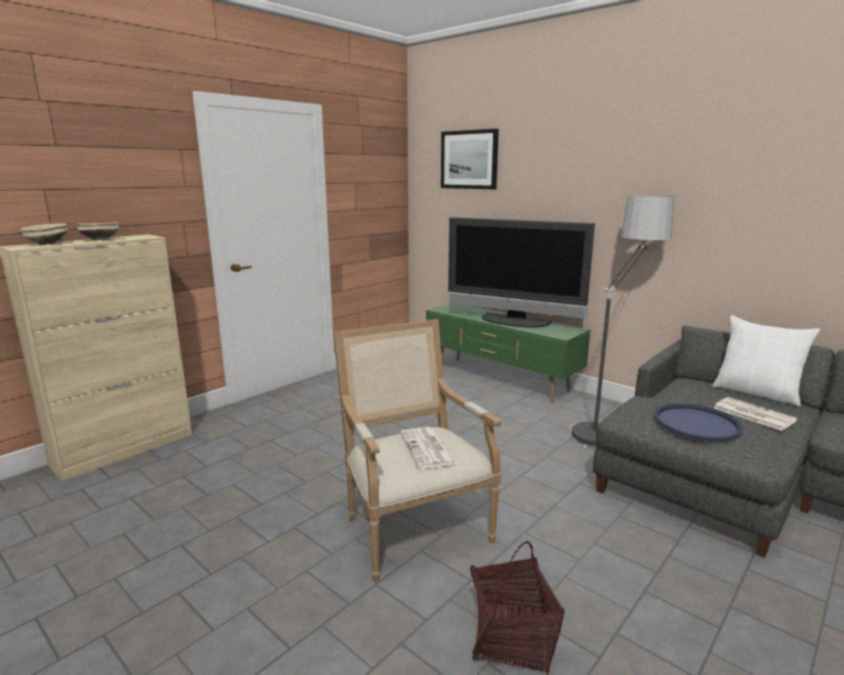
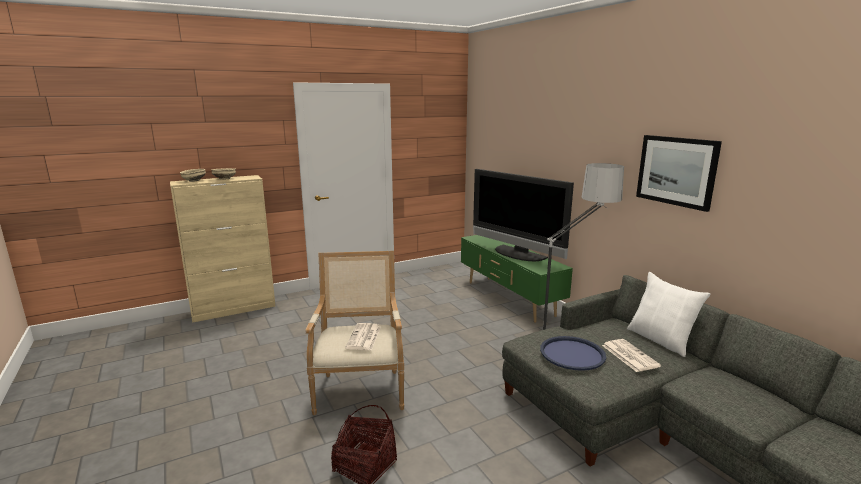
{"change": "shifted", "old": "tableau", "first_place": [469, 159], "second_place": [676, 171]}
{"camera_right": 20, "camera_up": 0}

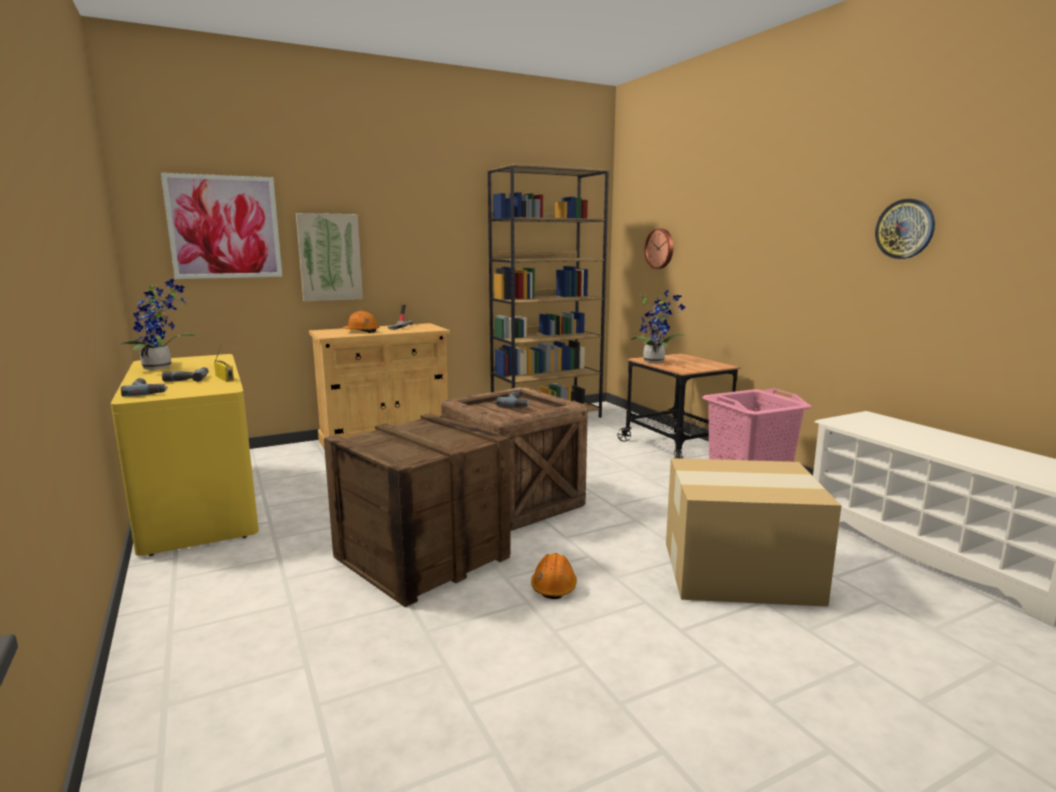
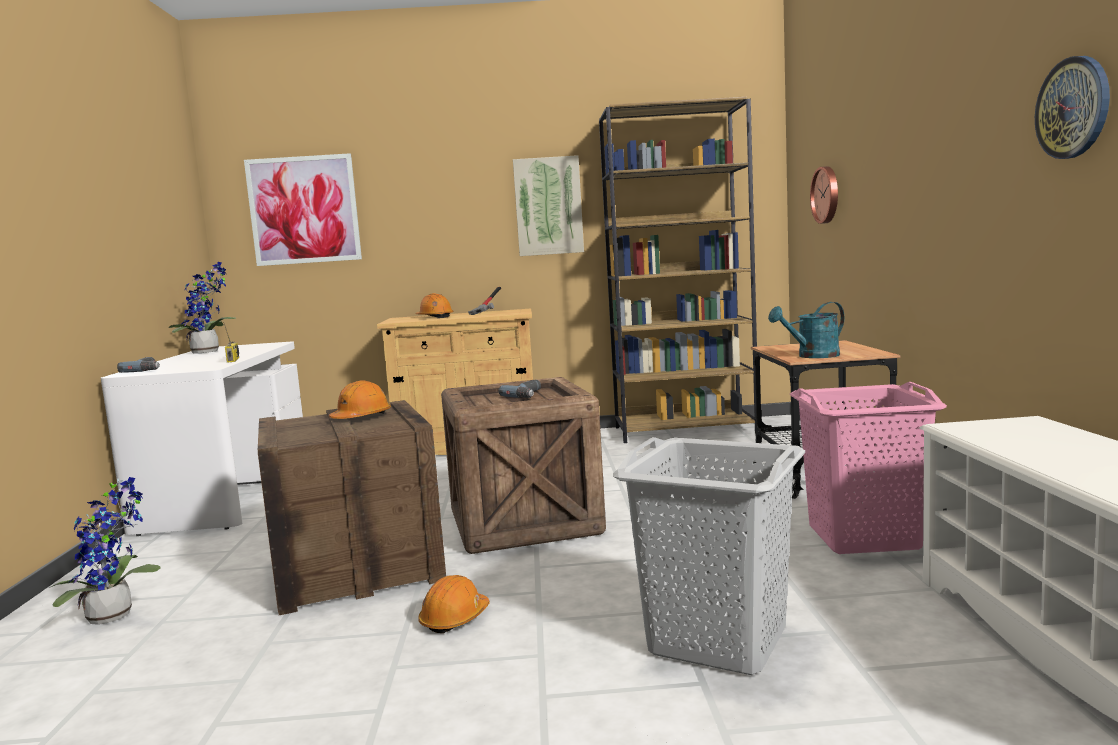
{"change": "shifted", "old": "plante en pot", "first_place": [655, 361], "second_place": [116, 615]}
{"change": "repainted", "old": "bureau (jaune)", "new": "bureau (blanc)", "first_place": [198, 503], "second_place": [228, 494]}
{"change": "new", "new": "casque de chantier (orange)", "second_place": [361, 417]}
{"change": "shifted", "old": "tableau", "first_place": [329, 257], "second_place": [548, 206]}
{"change": "swapped", "old": "carton", "new": "panier à linge (gris)", "first_place": [741, 572], "second_place": [718, 641]}
{"change": "new", "new": "arrosoir (turquoise)", "second_place": [812, 356]}
{"change": "gone", "old": "perceuse", "first_place": [186, 379]}
{"camera_right": 25, "camera_up": -5}

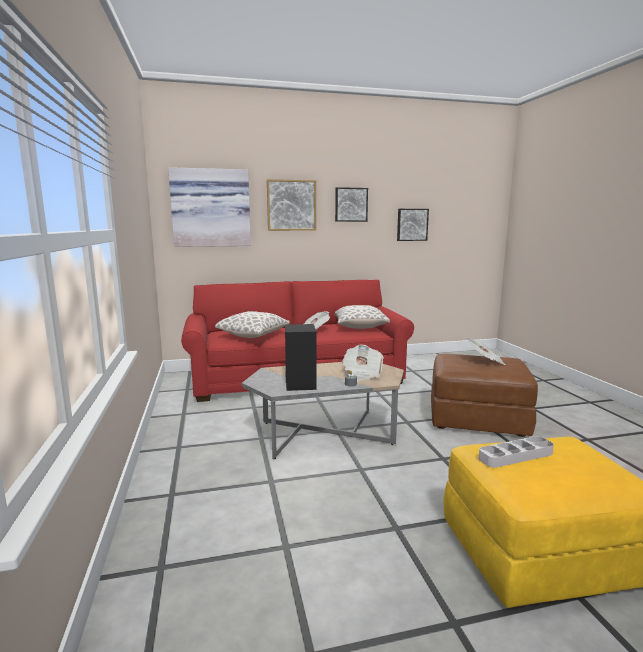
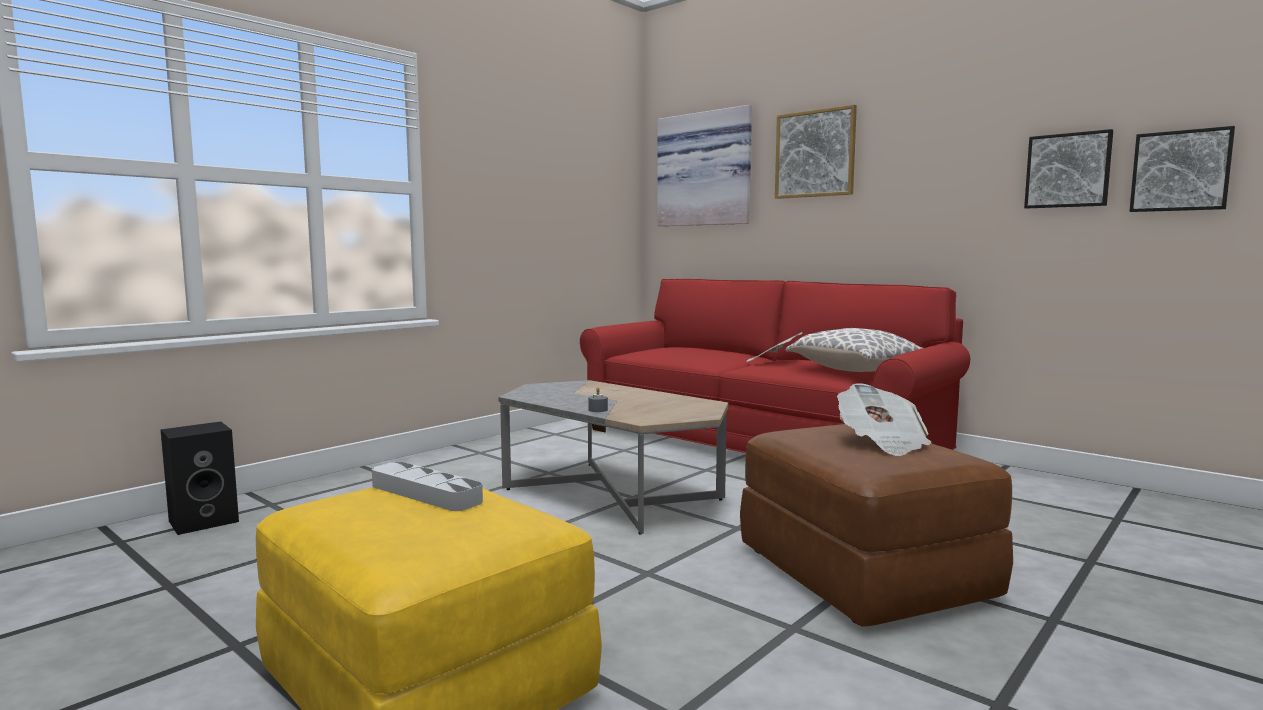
{"change": "shifted", "old": "enceinte (noir)", "first_place": [299, 384], "second_place": [205, 520]}
{"change": "shifted", "old": "tableau", "first_place": [351, 204], "second_place": [1180, 171]}
{"change": "gone", "old": "coussin", "first_place": [253, 335]}
{"change": "gone", "old": "journal", "first_place": [362, 374]}
{"camera_right": 55, "camera_up": -5}

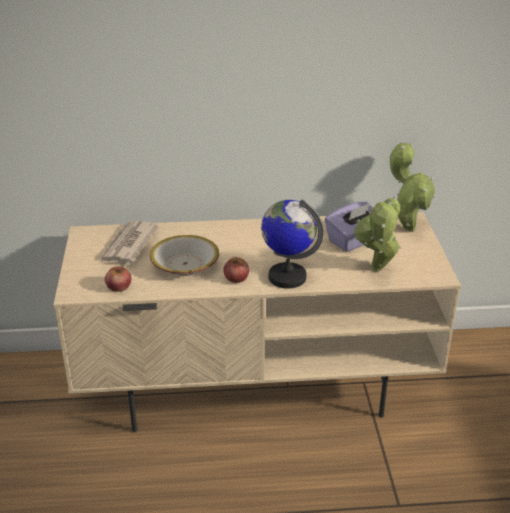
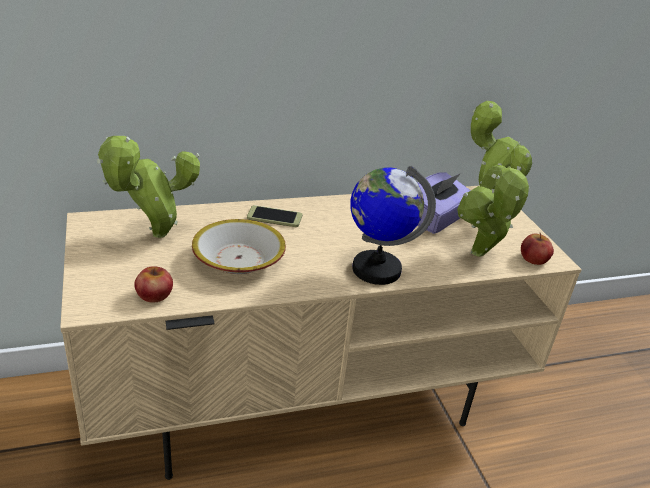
{"change": "swapped", "old": "journal", "new": "plante en pot", "first_place": [128, 245], "second_place": [154, 236]}
{"change": "new", "new": "téléphone", "second_place": [274, 217]}
{"change": "shifted", "old": "pomme", "first_place": [236, 278], "second_place": [533, 258]}
{"camera_right": -15, "camera_up": 0}

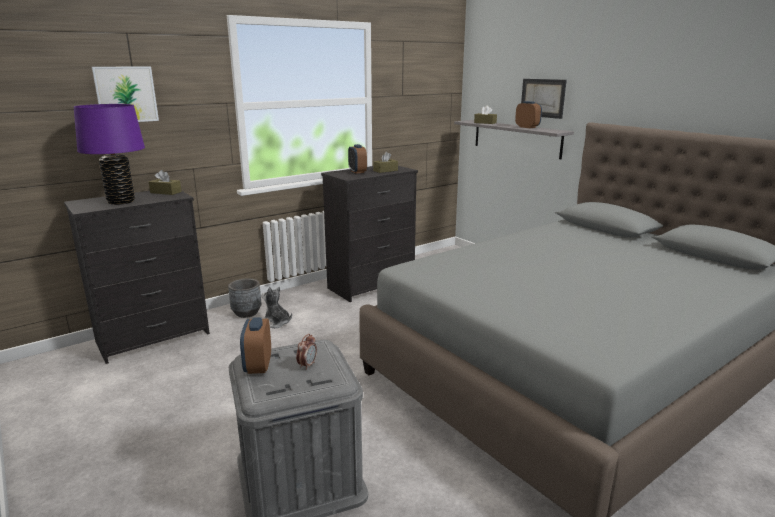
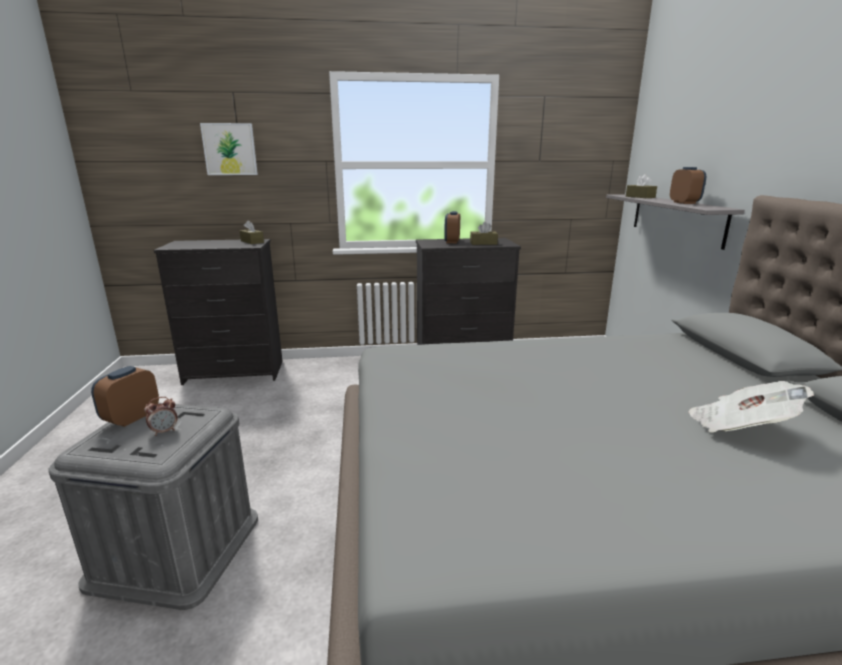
{"change": "new", "new": "journal", "second_place": [739, 427]}
{"change": "gone", "old": "lampe de table (violet)", "first_place": [121, 202]}
{"change": "gone", "old": "cache-pot (gris)", "first_place": [246, 313]}
{"change": "gone", "old": "peluche", "first_place": [276, 323]}
{"change": "gone", "old": "tableau", "first_place": [542, 98]}
{"camera_right": 30, "camera_up": 0}

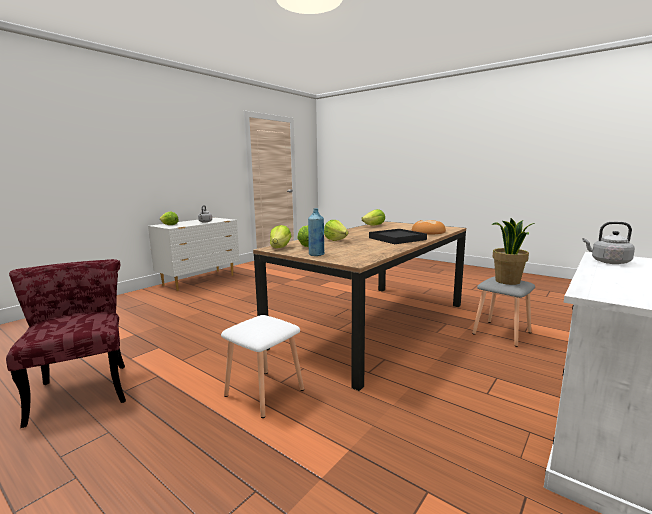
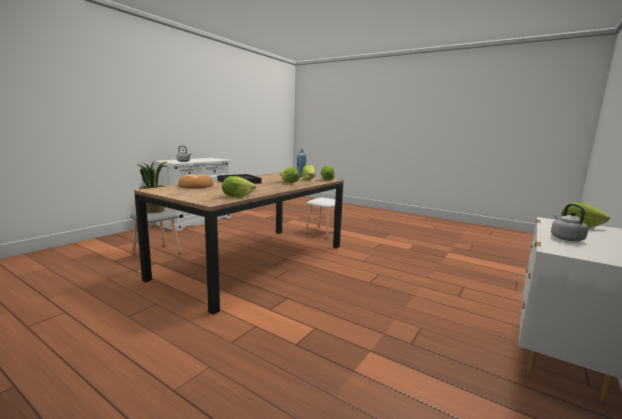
{"change": "gone", "old": "chaise (rouge)", "first_place": [82, 387]}
{"camera_right": 175, "camera_up": 0}

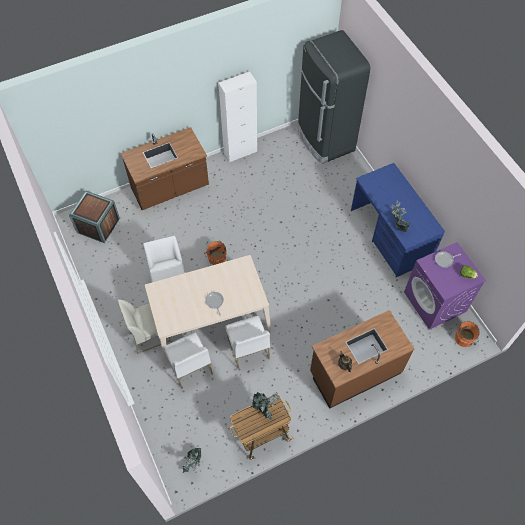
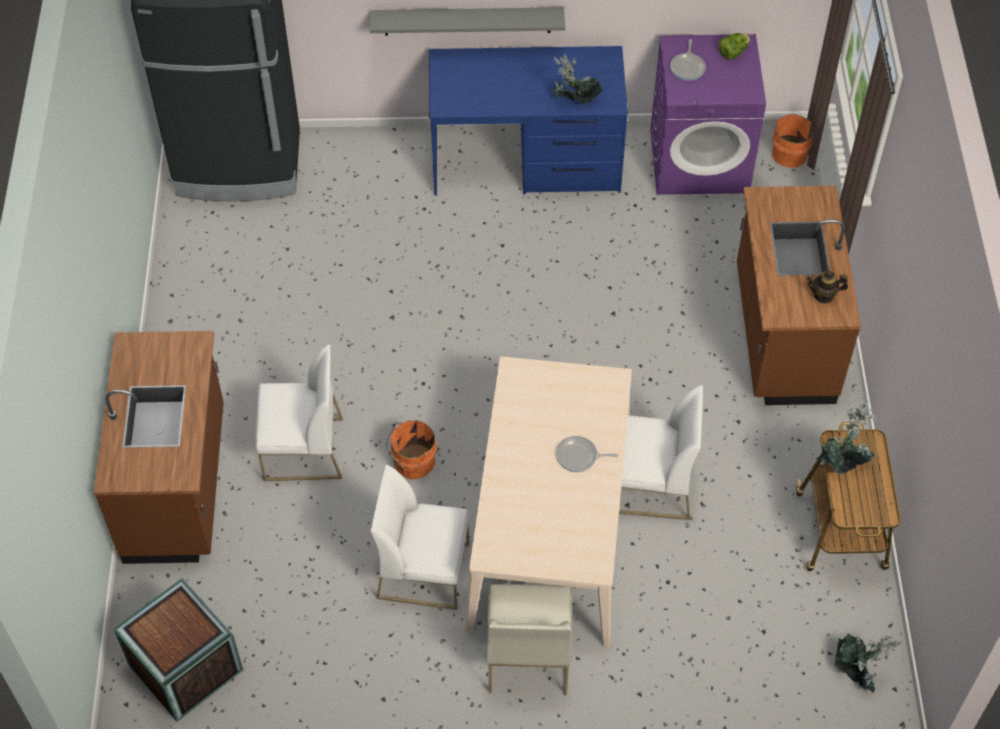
{"change": "shifted", "old": "chaise (blanc)", "first_place": [189, 366], "second_place": [302, 450]}
{"change": "new", "new": "étagère (gris)", "second_place": [467, 21]}
{"change": "gone", "old": "meuble de rangement (blanc)", "first_place": [240, 152]}
{"camera_right": -65, "camera_up": -5}

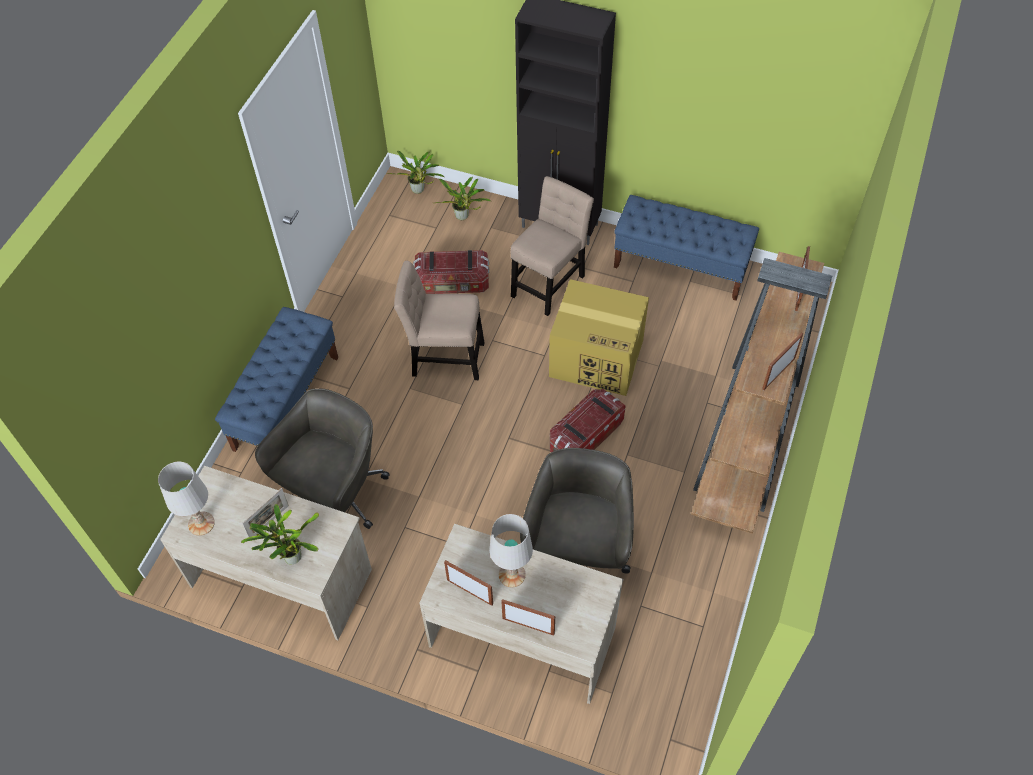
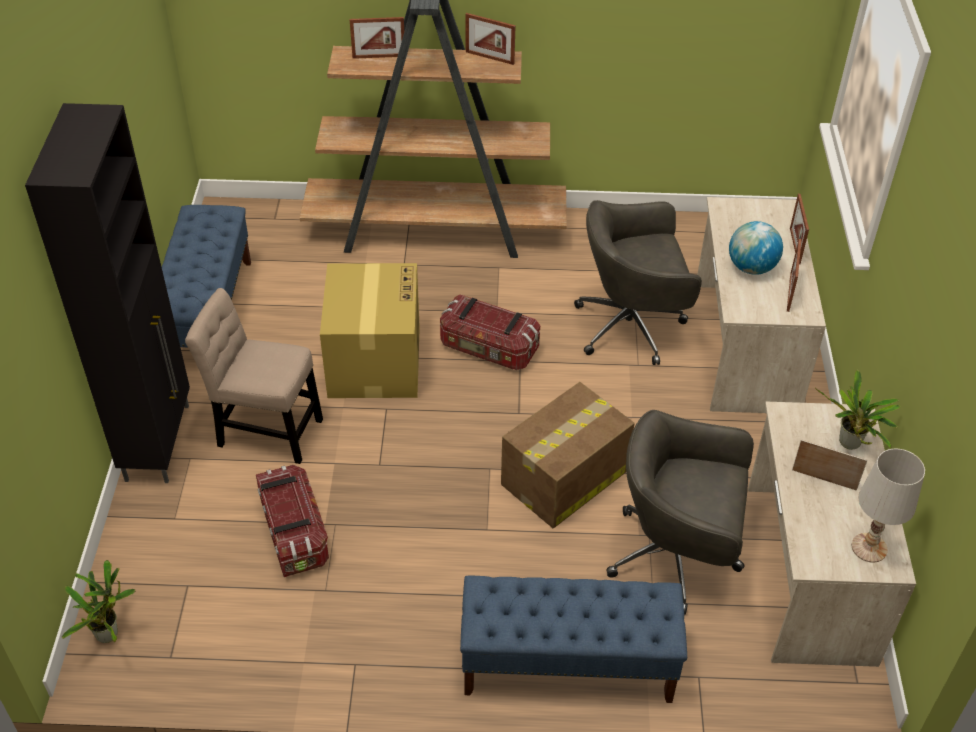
{"change": "new", "new": "carton", "second_place": [563, 479]}
{"change": "swapped", "old": "lampe de table (blanc)", "new": "globe", "first_place": [512, 574], "second_place": [751, 267]}
{"change": "gone", "old": "chaise (beige)", "first_place": [444, 358]}
{"change": "gone", "old": "plante en pot", "first_place": [463, 217]}
{"camera_right": -110, "camera_up": -10}

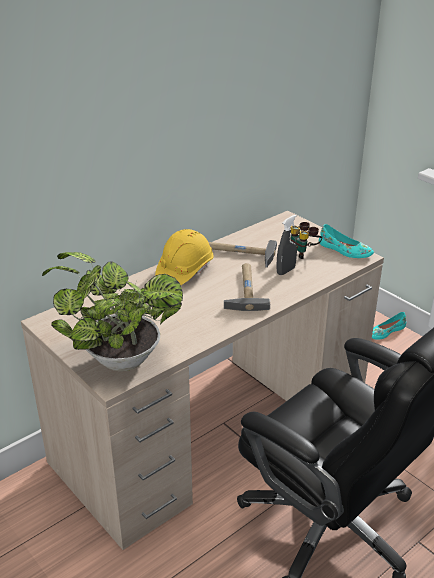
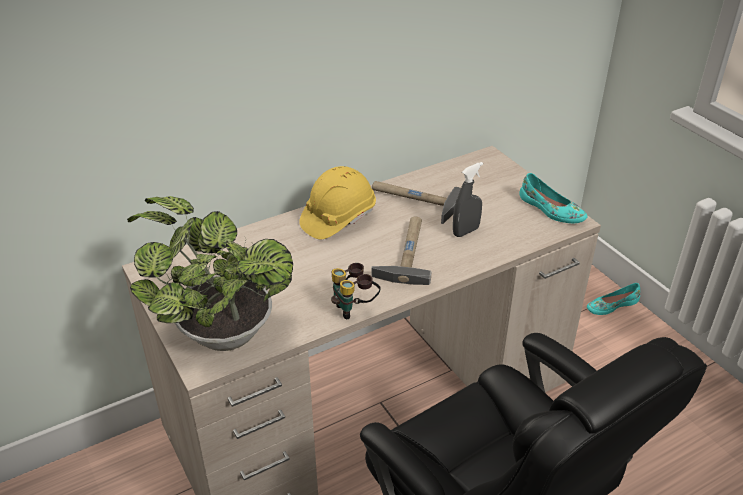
{"change": "shifted", "old": "jumelles", "first_place": [304, 253], "second_place": [355, 308]}
{"camera_right": 10, "camera_up": 5}

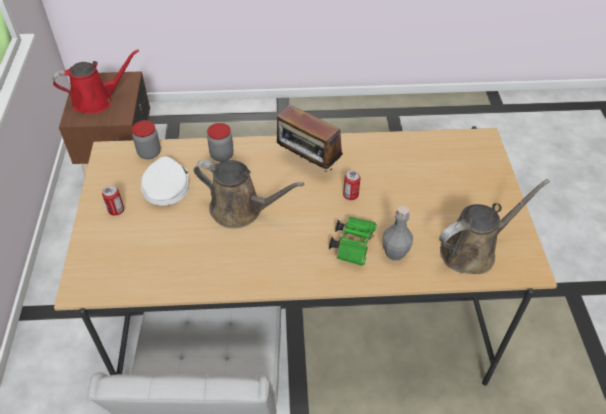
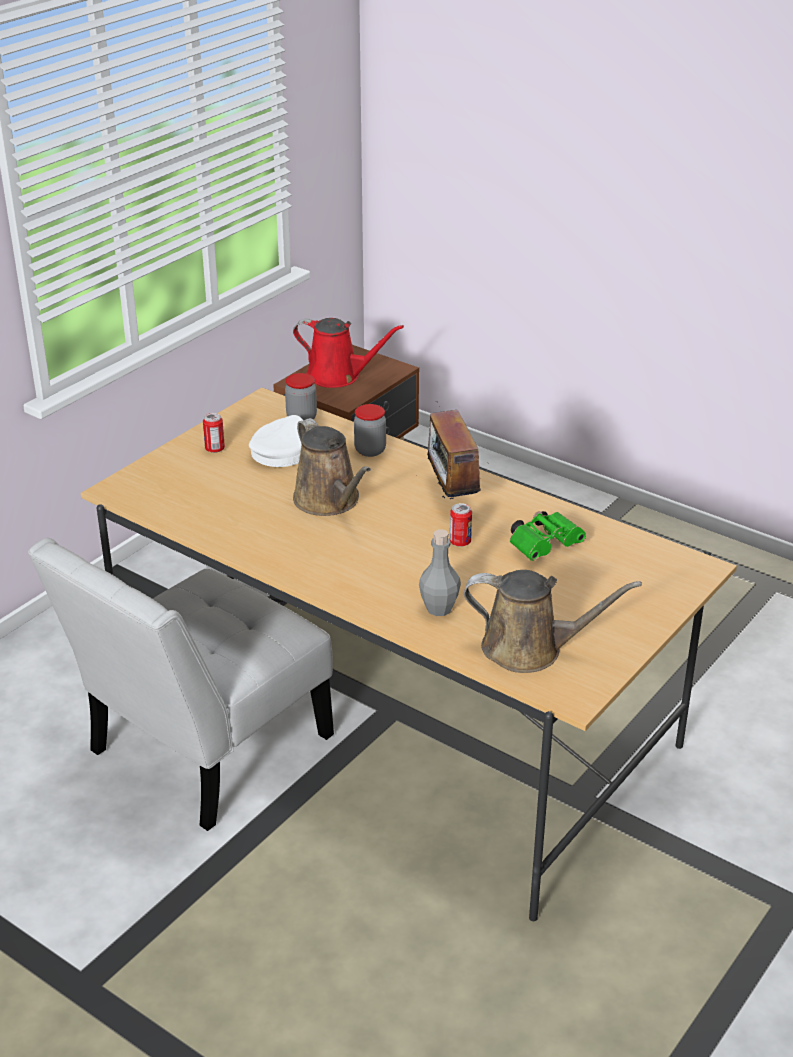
{"change": "shifted", "old": "jumelles (vert)", "first_place": [353, 244], "second_place": [546, 546]}
{"camera_right": 40, "camera_up": -15}

